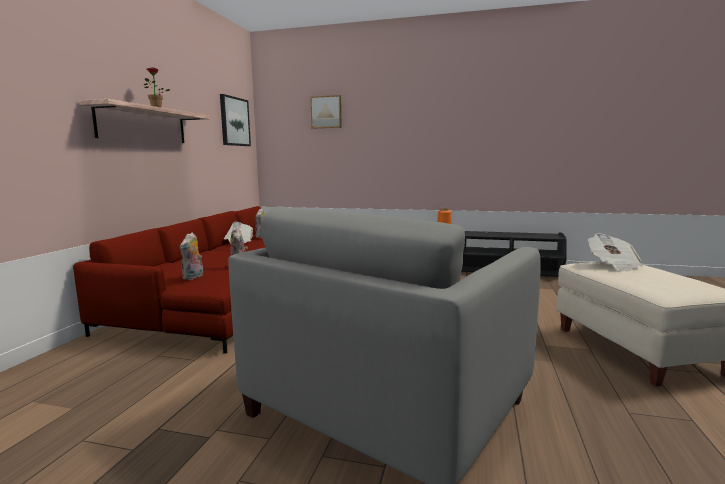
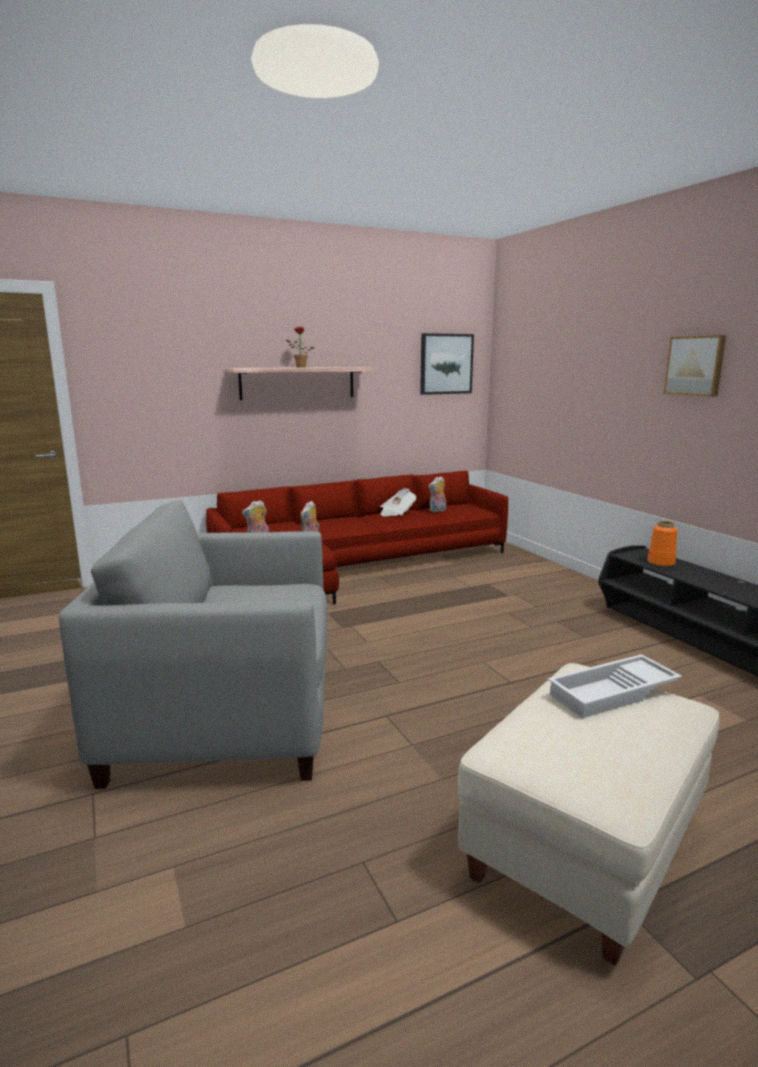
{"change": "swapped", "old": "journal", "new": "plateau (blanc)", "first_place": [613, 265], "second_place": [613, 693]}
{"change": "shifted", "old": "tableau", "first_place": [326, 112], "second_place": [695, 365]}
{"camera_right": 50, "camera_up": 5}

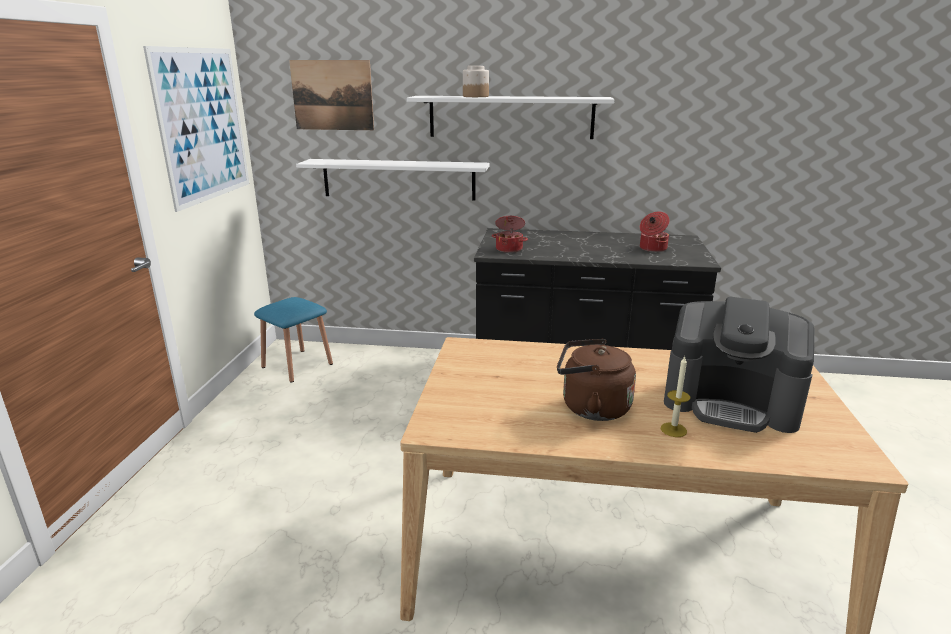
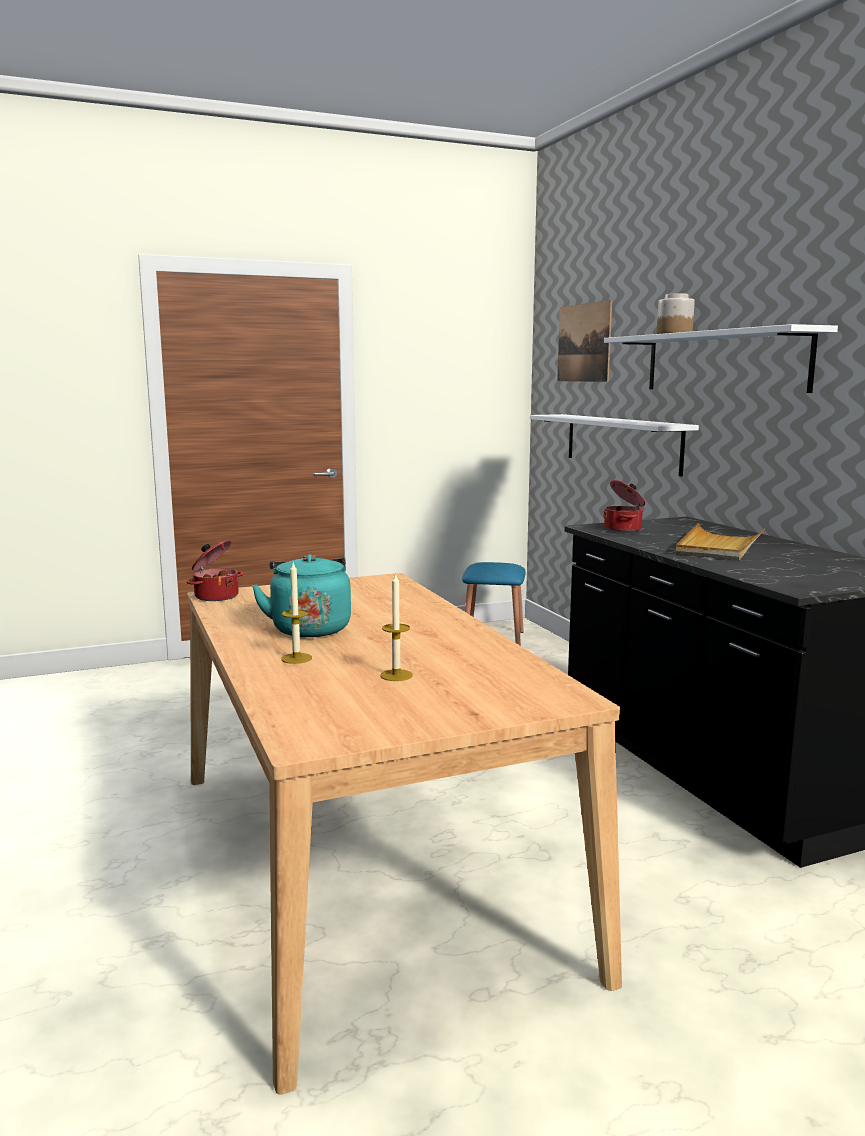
{"change": "shifted", "old": "marmite", "first_place": [652, 248], "second_place": [216, 596]}
{"change": "repainted", "old": "bouilloire (marron)", "new": "bouilloire (turquoise)", "first_place": [591, 407], "second_place": [310, 628]}
{"change": "swapped", "old": "machine à café", "new": "bougie", "first_place": [731, 402], "second_place": [396, 675]}
{"change": "new", "new": "plateau (beige)", "second_place": [718, 546]}
{"change": "gone", "old": "tableau", "first_place": [203, 125]}
{"camera_right": 60, "camera_up": -10}

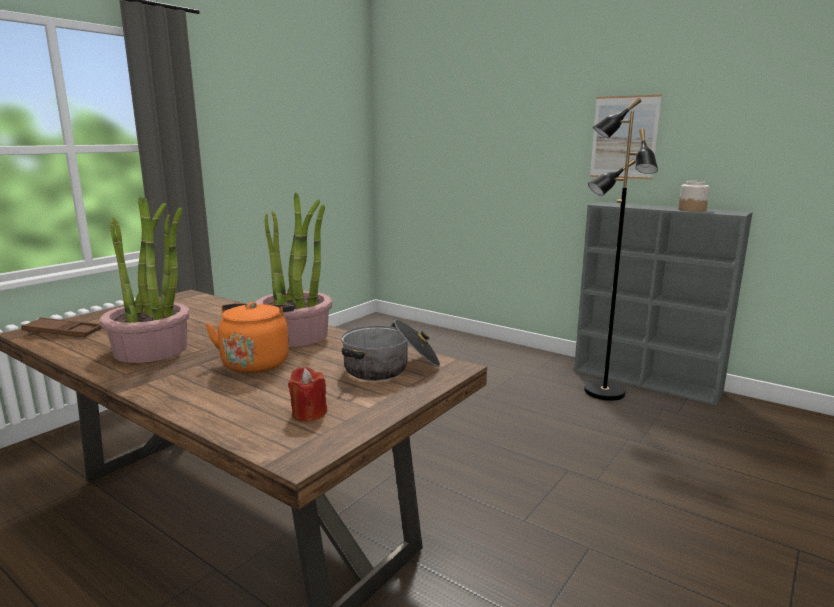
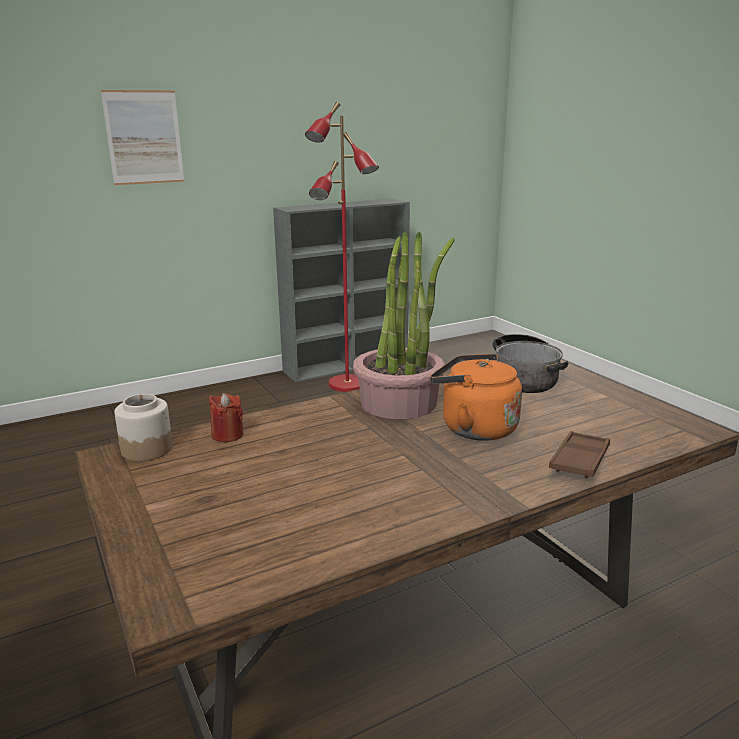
{"change": "shifted", "old": "tableau", "first_place": [624, 137], "second_place": [144, 137]}
{"change": "shifted", "old": "bocal", "first_place": [692, 210], "second_place": [147, 449]}
{"change": "shifted", "old": "bougie (rouge)", "first_place": [309, 413], "second_place": [227, 435]}
{"change": "repainted", "old": "lampadaire (noir)", "new": "lampadaire (rouge)", "first_place": [603, 392], "second_place": [347, 385]}
{"change": "shifted", "old": "plateau (marron)", "first_place": [63, 332], "second_place": [579, 460]}
{"change": "gone", "old": "plante en pot", "first_place": [151, 350]}
{"camera_right": -65, "camera_up": 5}

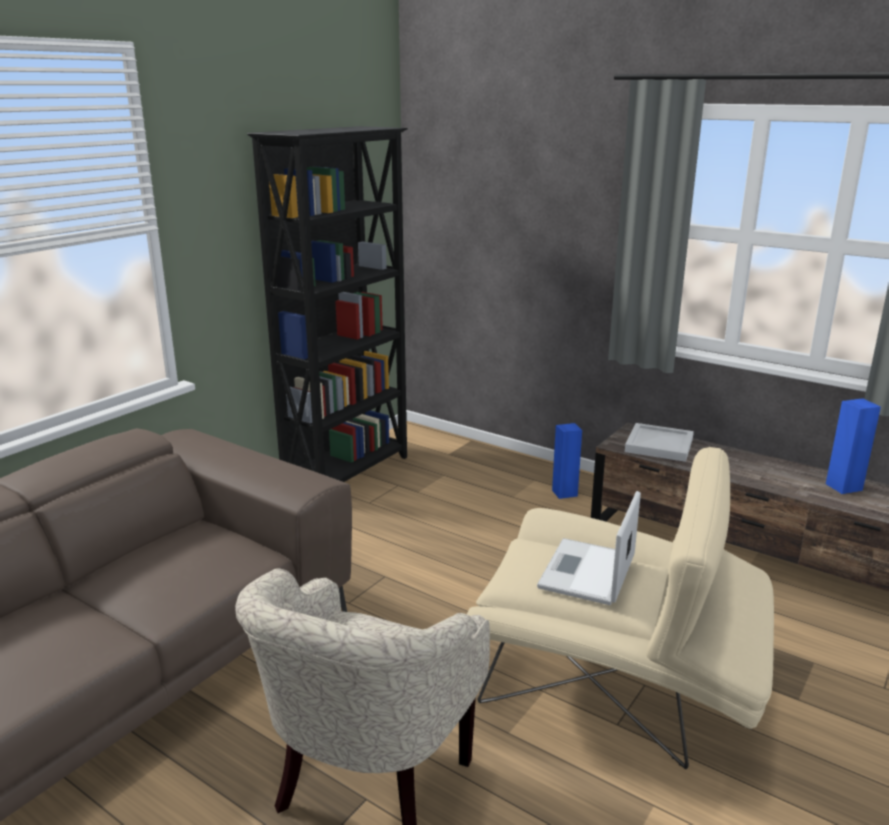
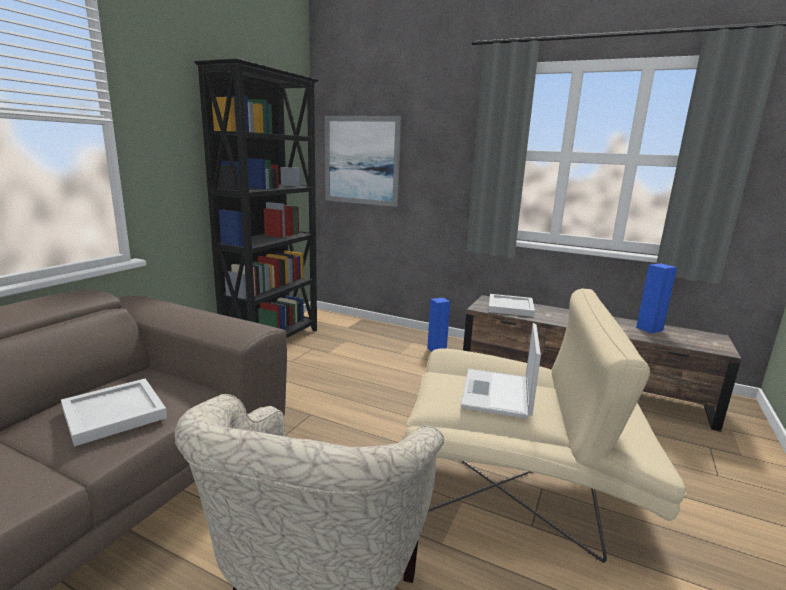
{"change": "new", "new": "plateau (blanc)", "second_place": [115, 412]}
{"change": "new", "new": "tableau", "second_place": [361, 160]}
{"camera_right": -10, "camera_up": -5}

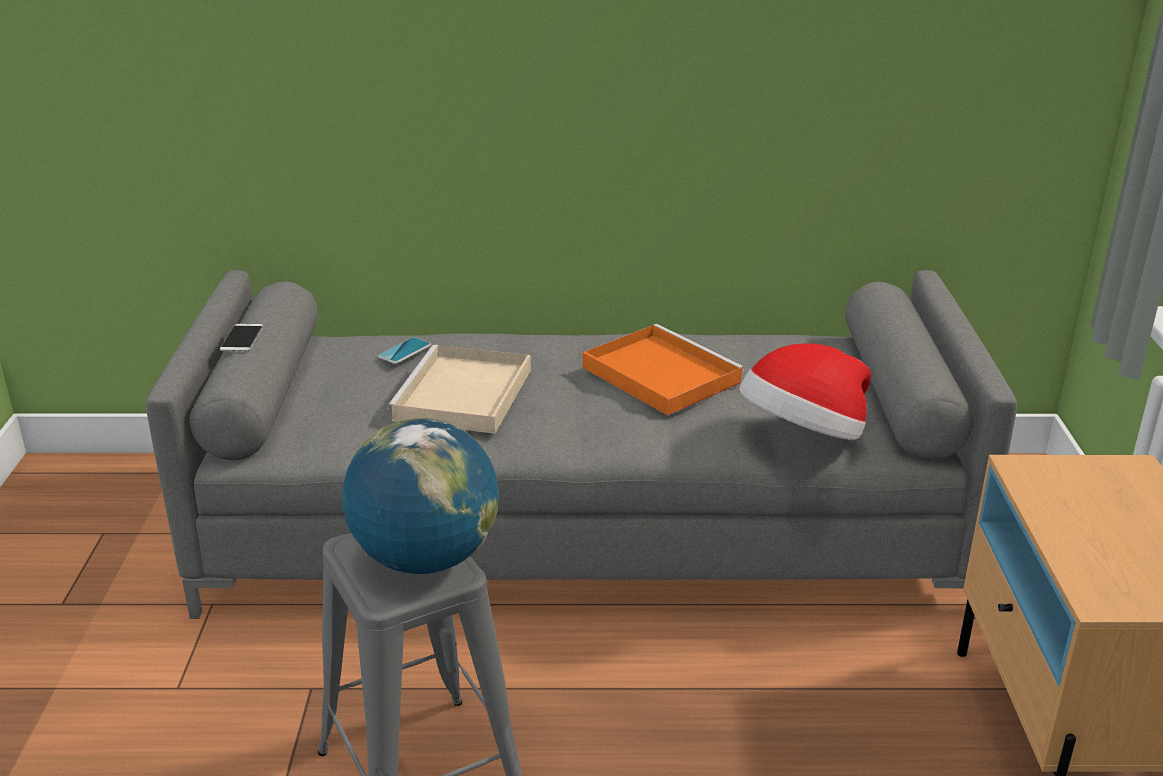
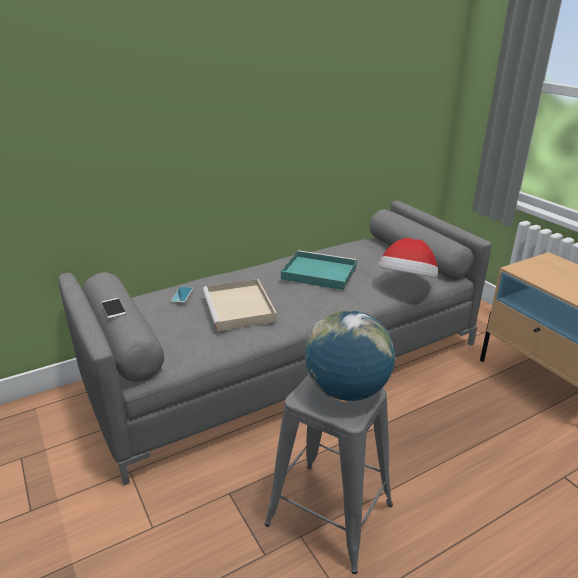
{"change": "repainted", "old": "plateau (orange)", "new": "plateau (turquoise)", "first_place": [658, 374], "second_place": [317, 273]}
{"camera_right": -30, "camera_up": 0}

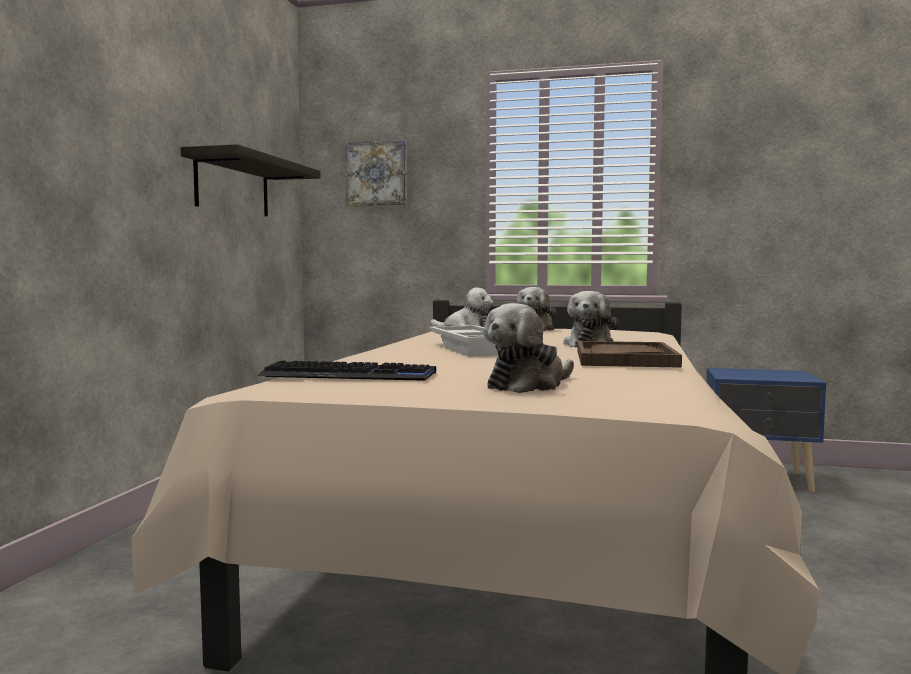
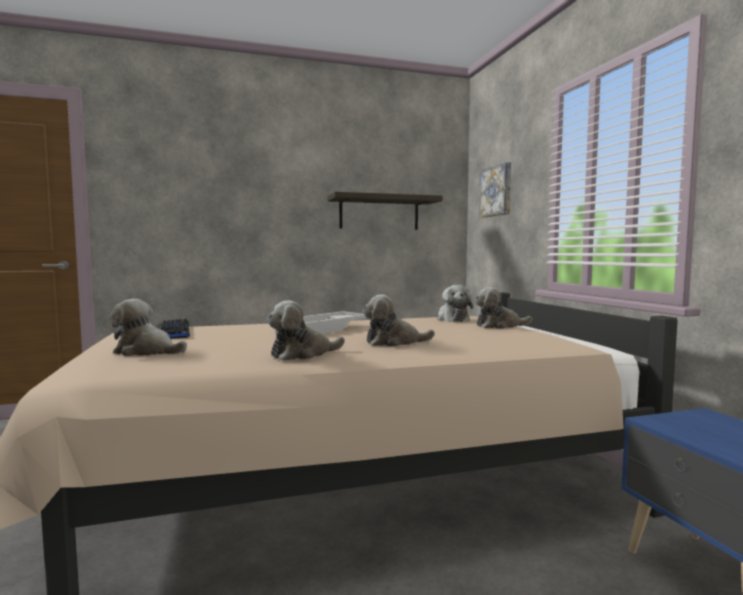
{"change": "swapped", "old": "plateau (marron)", "new": "peluche", "first_place": [624, 358], "second_place": [303, 354]}
{"camera_right": 60, "camera_up": 0}

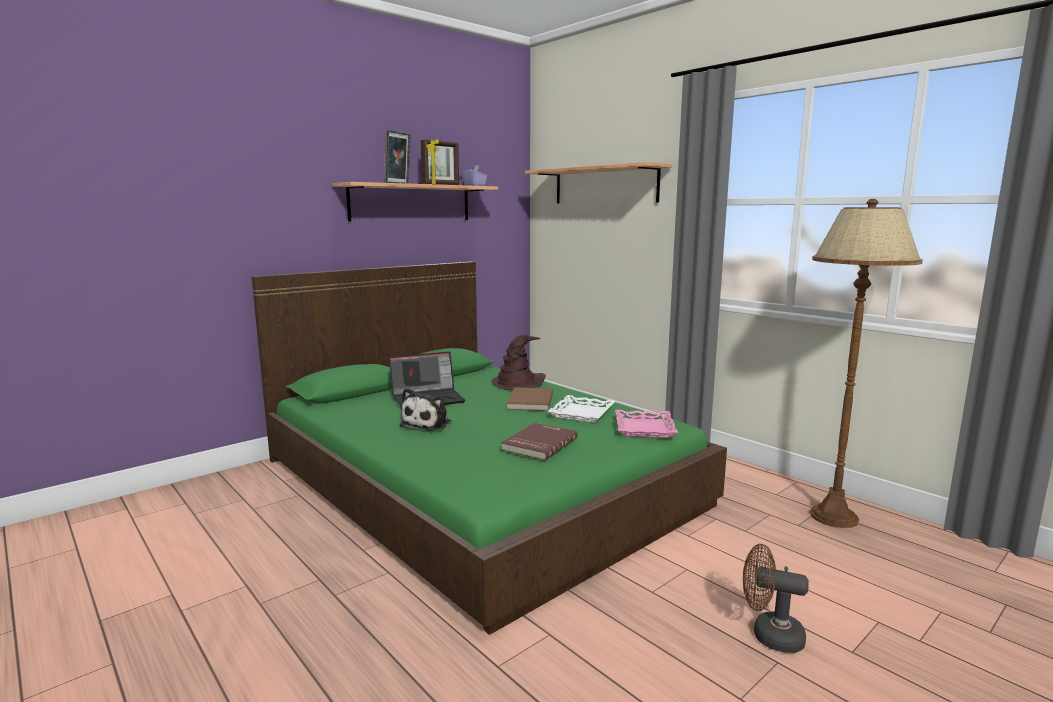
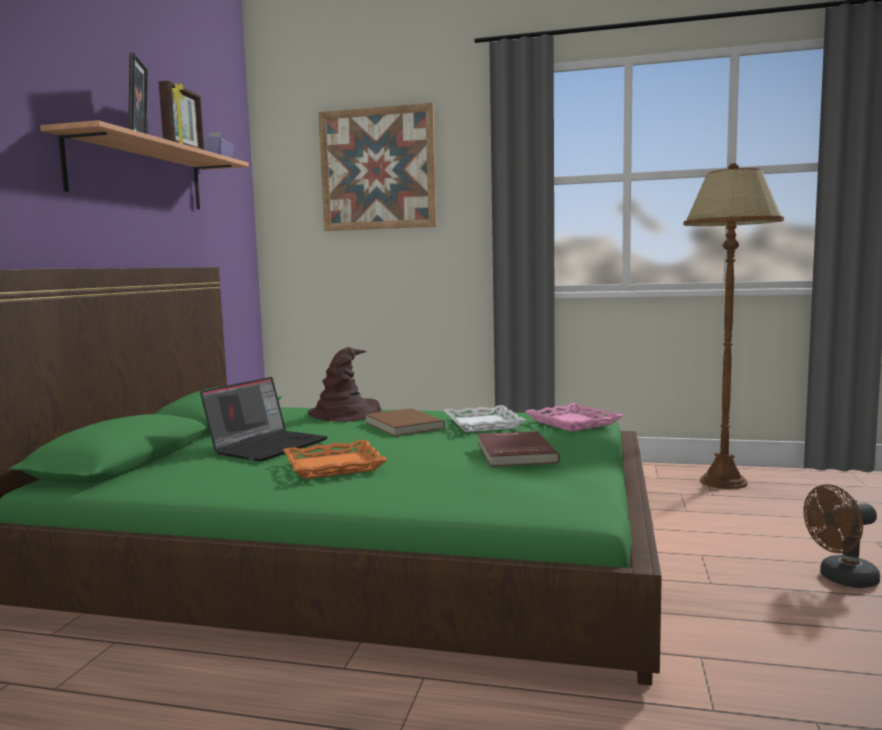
{"change": "swapped", "old": "peluche", "new": "plateau (orange)", "first_place": [428, 423], "second_place": [334, 466]}
{"change": "swapped", "old": "étagère", "new": "tableau", "first_place": [604, 185], "second_place": [378, 169]}
{"camera_right": -35, "camera_up": -5}

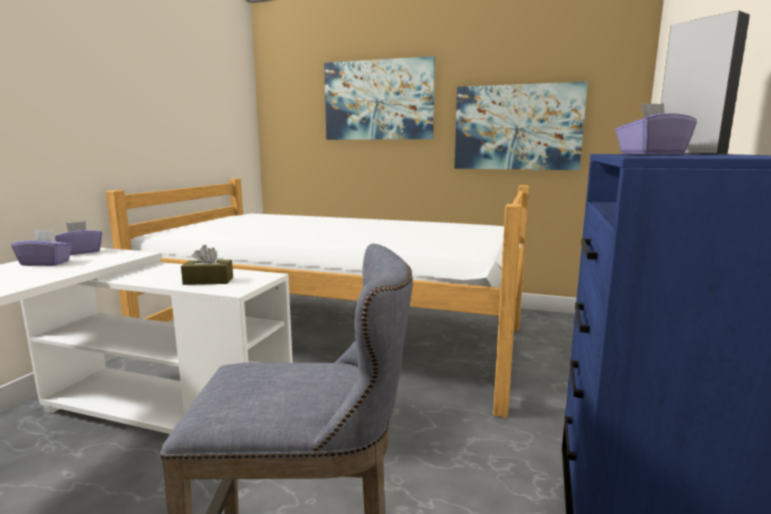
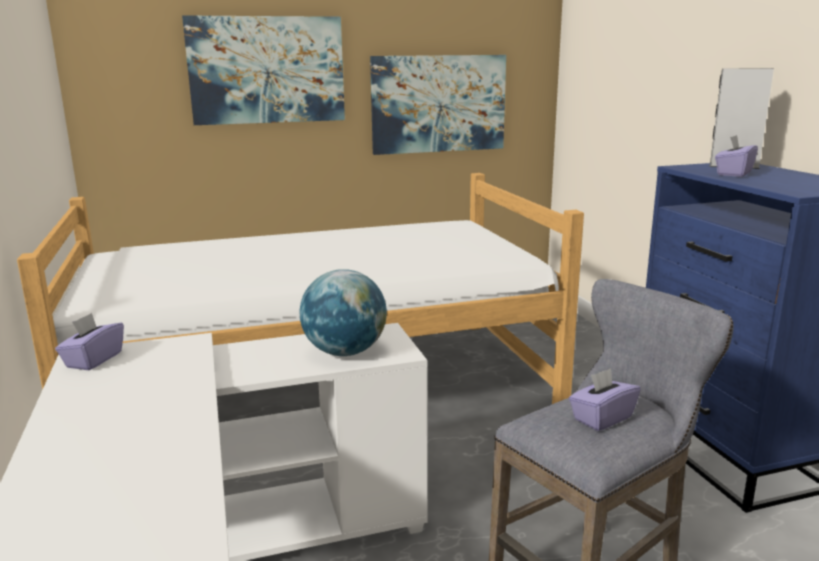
{"change": "swapped", "old": "boîte à mouchoirs (marron)", "new": "globe", "first_place": [208, 281], "second_place": [345, 352]}
{"change": "shifted", "old": "boîte à mouchoirs (violet)", "first_place": [46, 263], "second_place": [602, 418]}
{"camera_right": -35, "camera_up": 5}

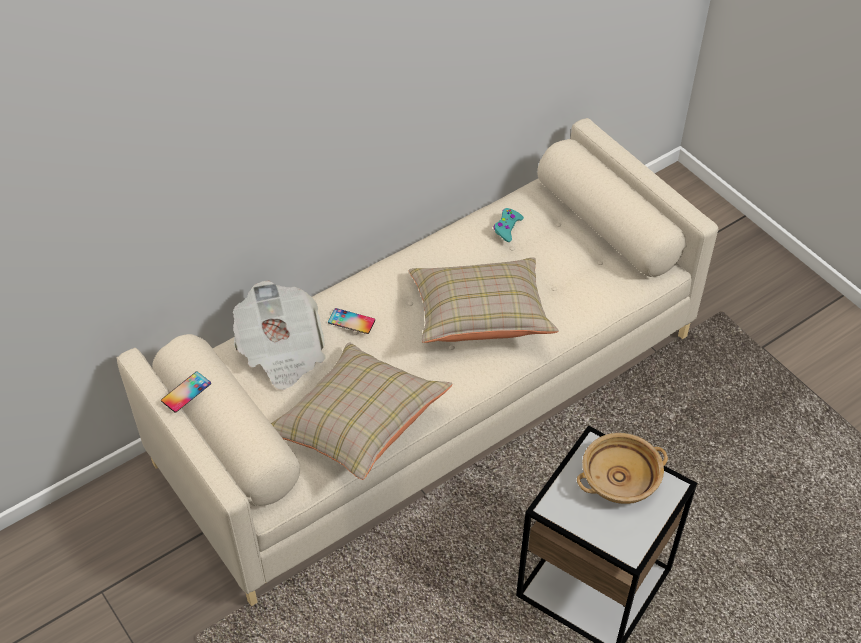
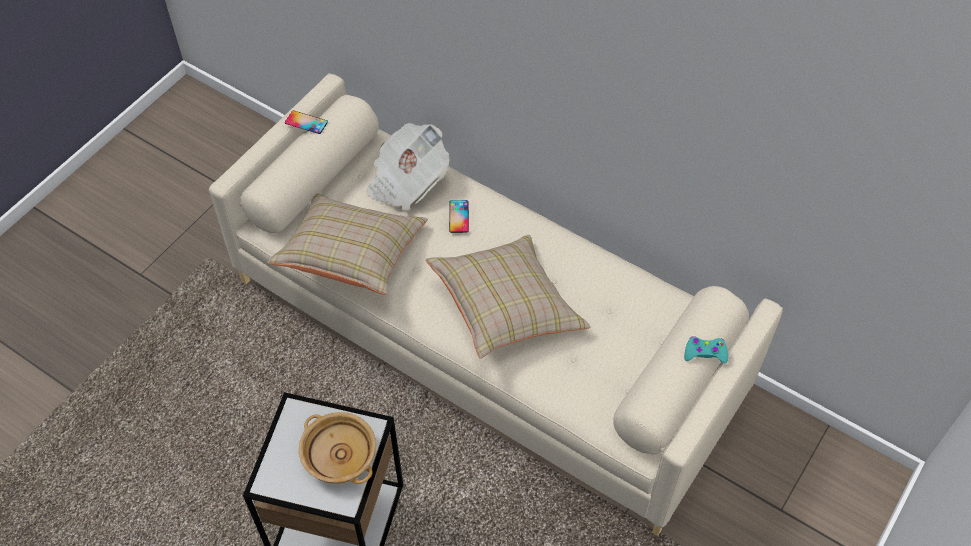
{"change": "shifted", "old": "manette (turquoise)", "first_place": [507, 228], "second_place": [705, 353]}
{"camera_right": 70, "camera_up": 5}

